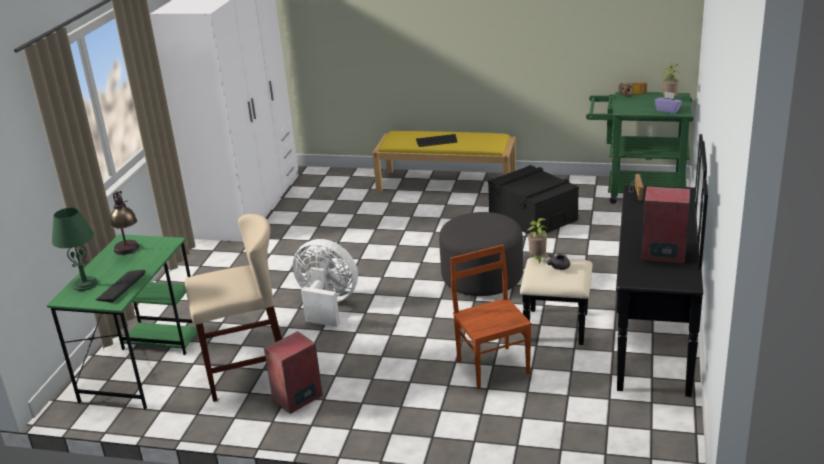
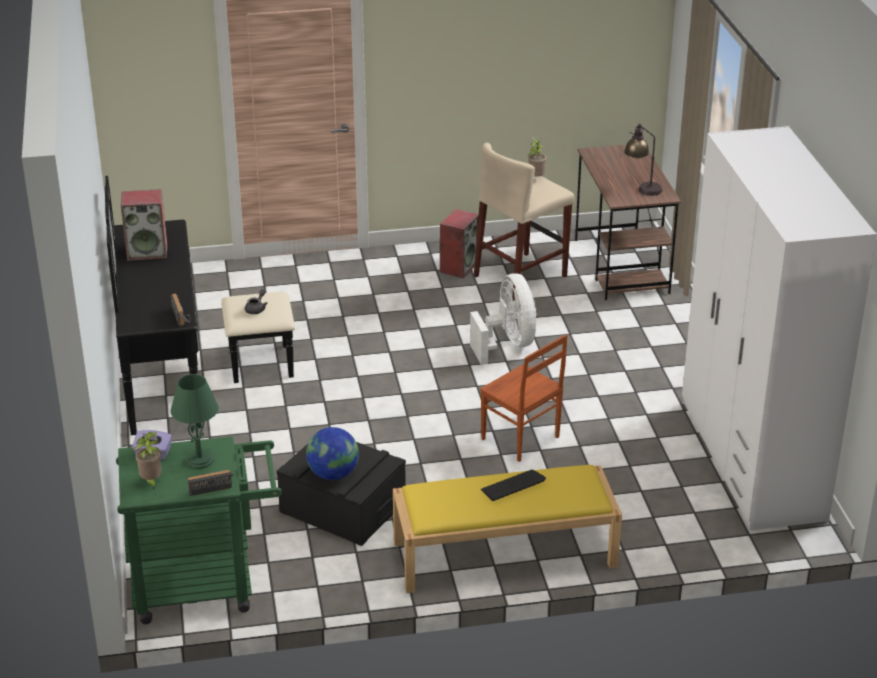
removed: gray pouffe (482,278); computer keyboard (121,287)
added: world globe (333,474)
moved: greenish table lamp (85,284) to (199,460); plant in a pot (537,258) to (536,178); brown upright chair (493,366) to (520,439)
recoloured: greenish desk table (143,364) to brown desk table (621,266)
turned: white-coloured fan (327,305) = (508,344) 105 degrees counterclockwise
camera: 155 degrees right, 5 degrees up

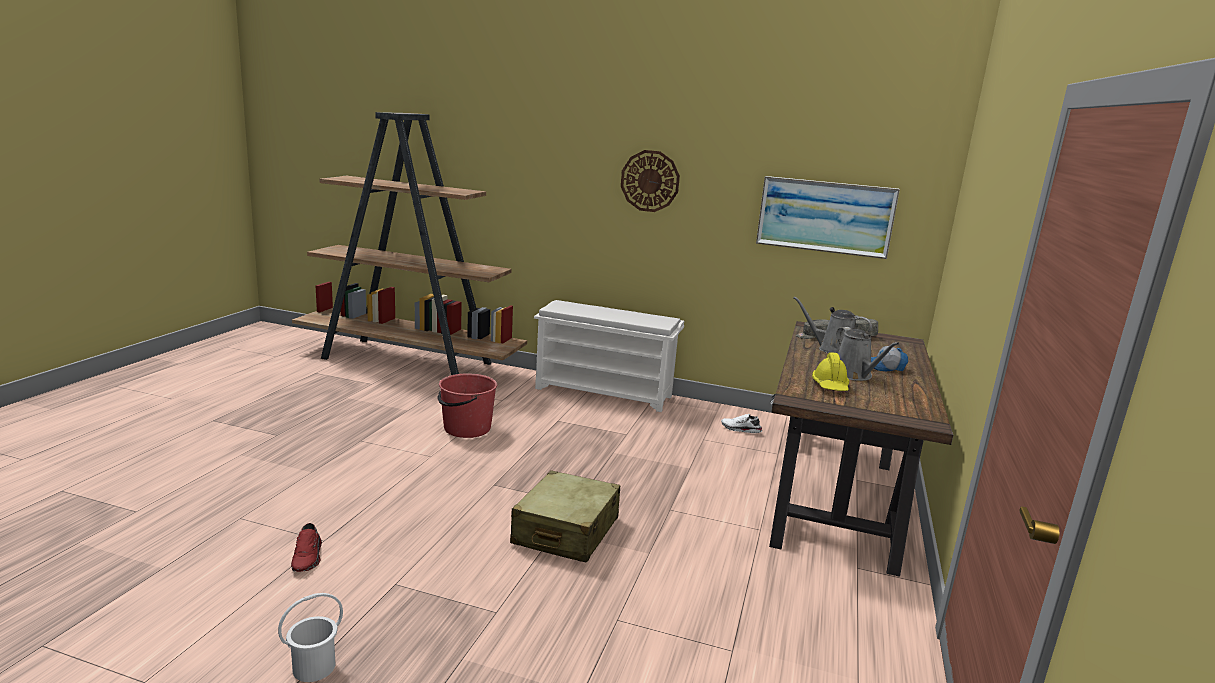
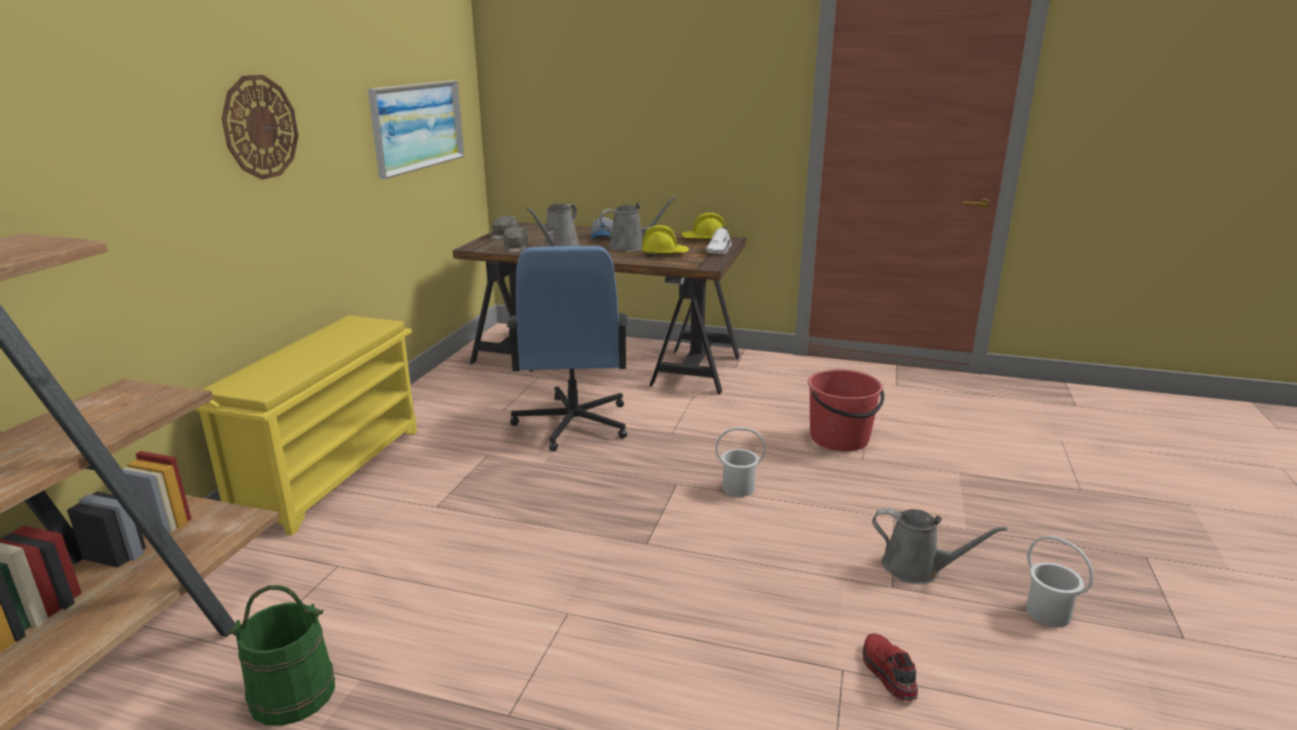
added: yellow safety helmet (704,240); blue computer chair (572,424); gray watering can (917,568); greenish pail (293,693)
moved: red pail (466,428) to (840,438); white-coloured item of footwear (740,430) to (719,250)
replaced: beige piece of luggage (565,531) to white-coloured pail (738,488)
recoloured: white-coloured shoe rack (605,392) to yellow shoe rack (331,471)
turned: red item of footwear (308,557) = (887,673) 90 degrees counterclockwise
camera: 90 degrees left, 5 degrees up

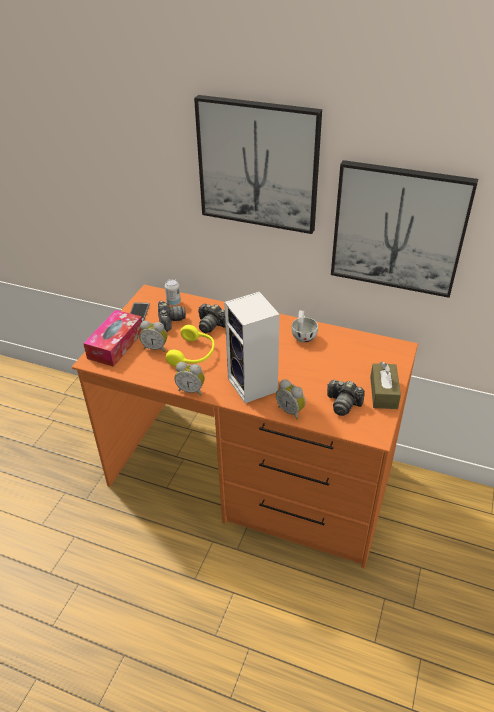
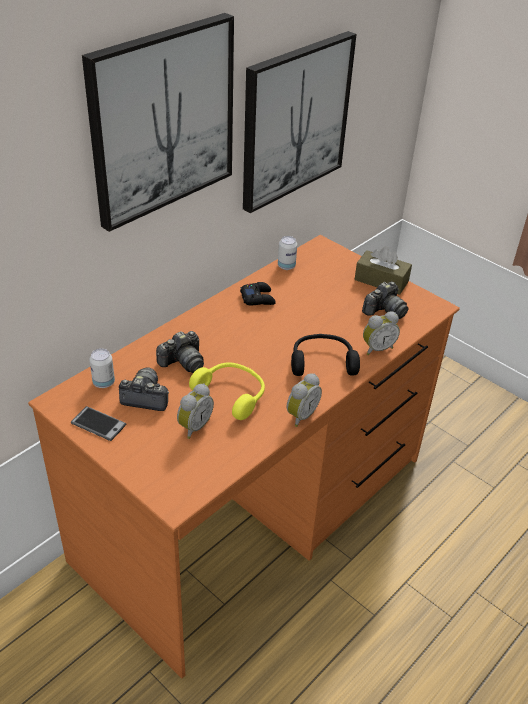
removed: tissue box (116,345)
added: sealed can (286,266)
replaced: speaker (254,386) to black-coloured headset (322,362); white-coloured cup (303,335) to black-coloured joypad (258,298)
camera: 70 degrees left, 0 degrees up

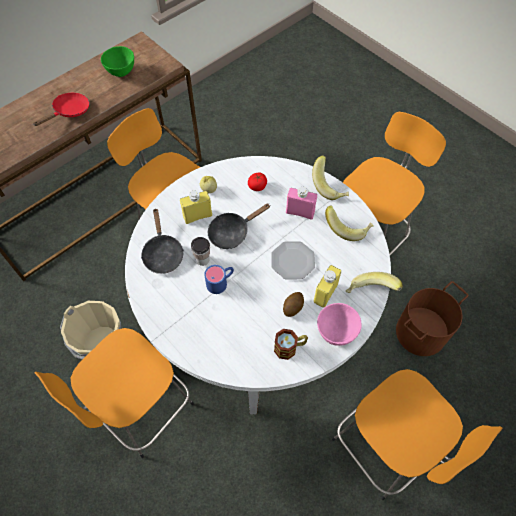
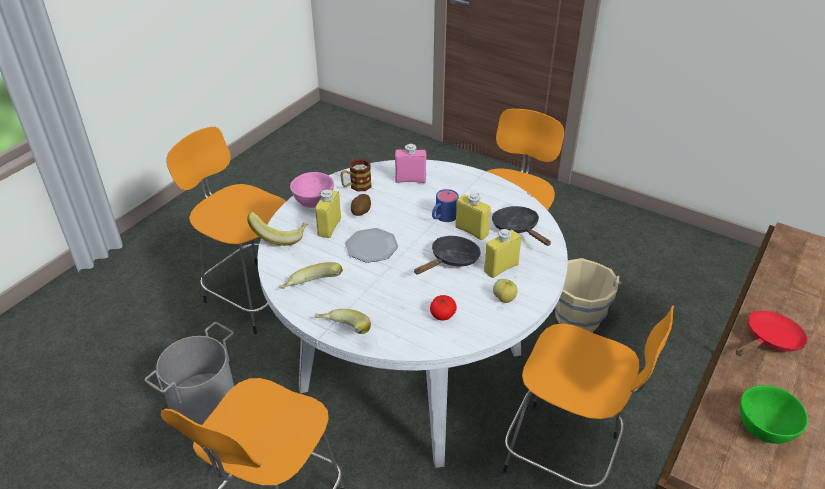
moved: pink-coloured bottle (300,212) to (410,180)
replaced: cup (203,260) to yellow bottle (471,231)
recoloured: brown pail (420,332) to gray pail (204,404)
turned: red frying pan (69,112) = (769,340) 150 degrees counterclockwise
camera: 165 degrees right, 20 degrees down

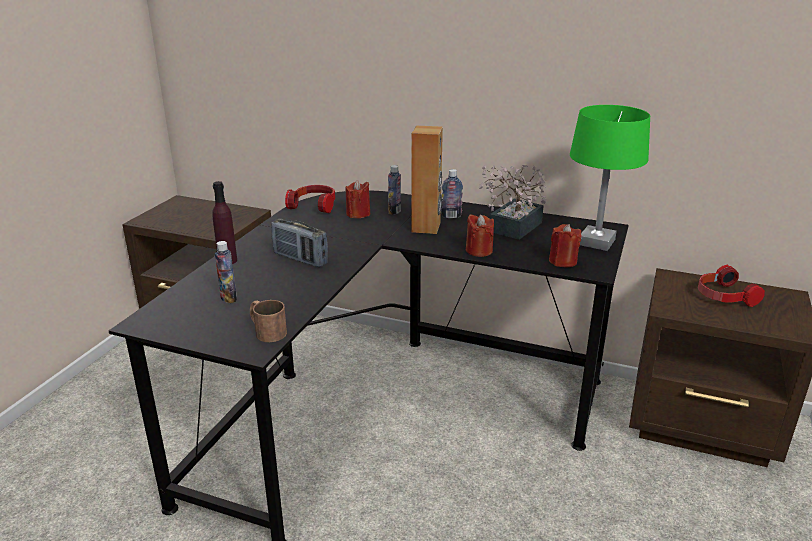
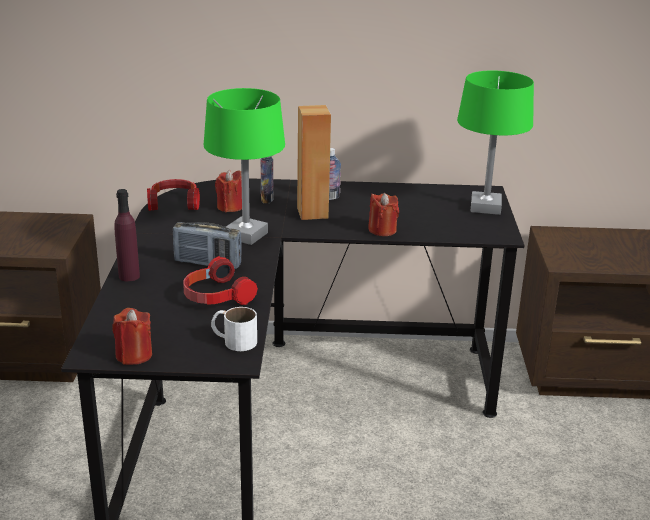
removed: plant in a pot (511,229); bottle (228,298)
added: greenish table lamp (245,235)
moved: red wax candle (563,261) to (134,355); headset (723,296) to (215,296)
recoloured: brown tea mug (266,331) to white-coloured tea mug (233,340)
camera: 20 degrees left, 0 degrees up

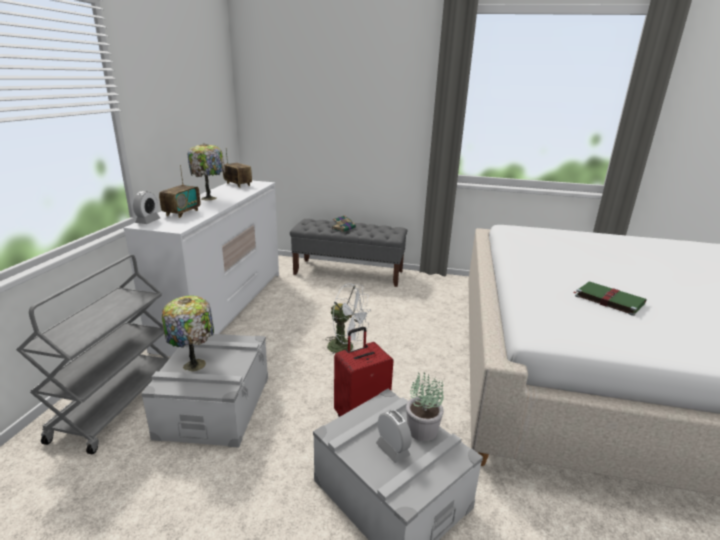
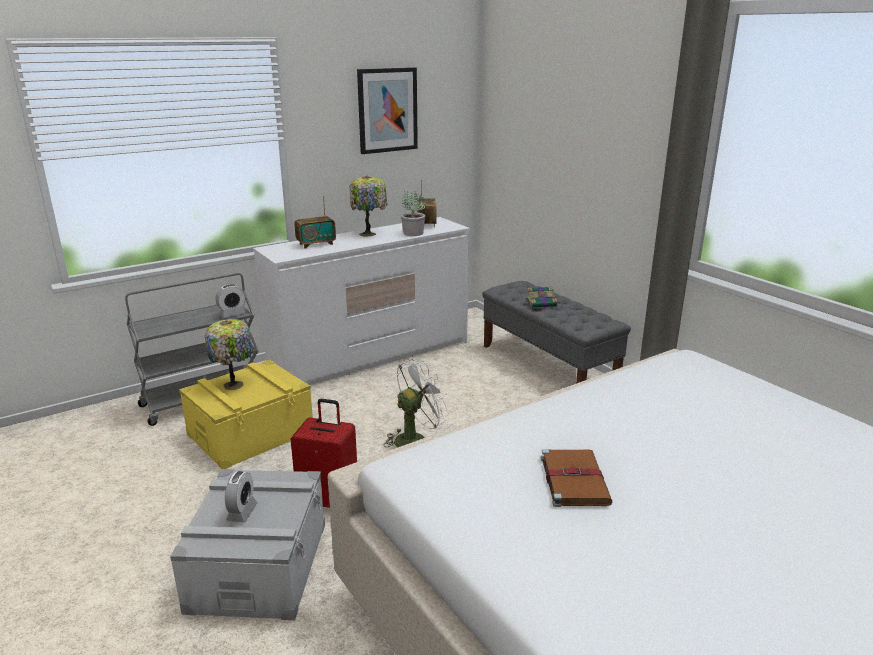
added: picture (387,110)
moved: alarm clock (148,221) to (232,314); plant in a pot (422,430) to (412,233)
recoloured: greenish volume (608,299) to brown volume (573,479); gray storage container (215,406) to yellow storage container (250,433)
turned: white-coloured fan (346,348) = (415,439) 105 degrees counterclockwise
camera: 45 degrees right, 0 degrees up

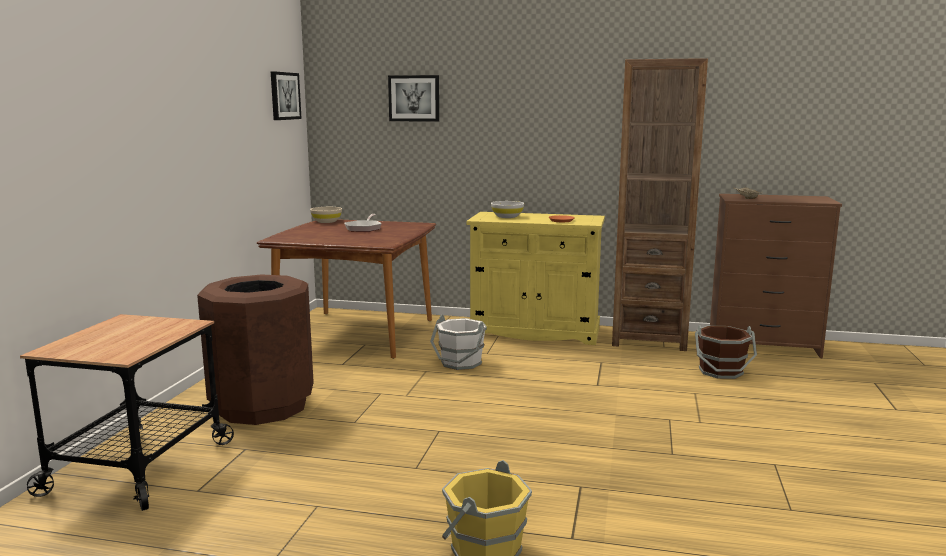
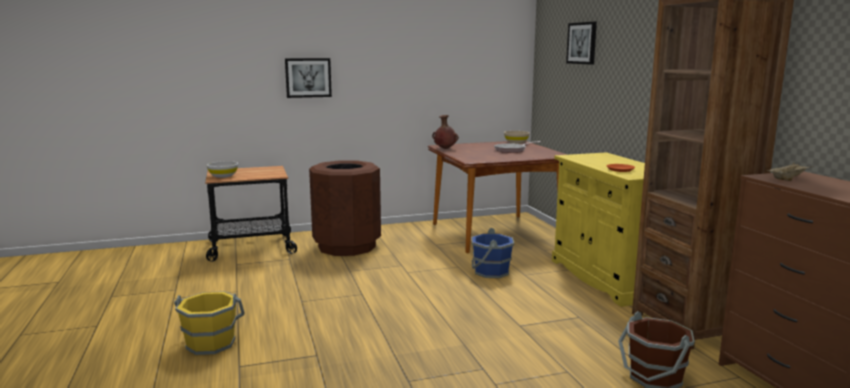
added: brown flower vase (444,149)
moved: picture (284,96) to (308,77); white-coloured serving bowl (507,217) to (223,176)
recoloured: white-coloured pail (460,363) to blue pail (490,272)
camera: 60 degrees right, 0 degrees up

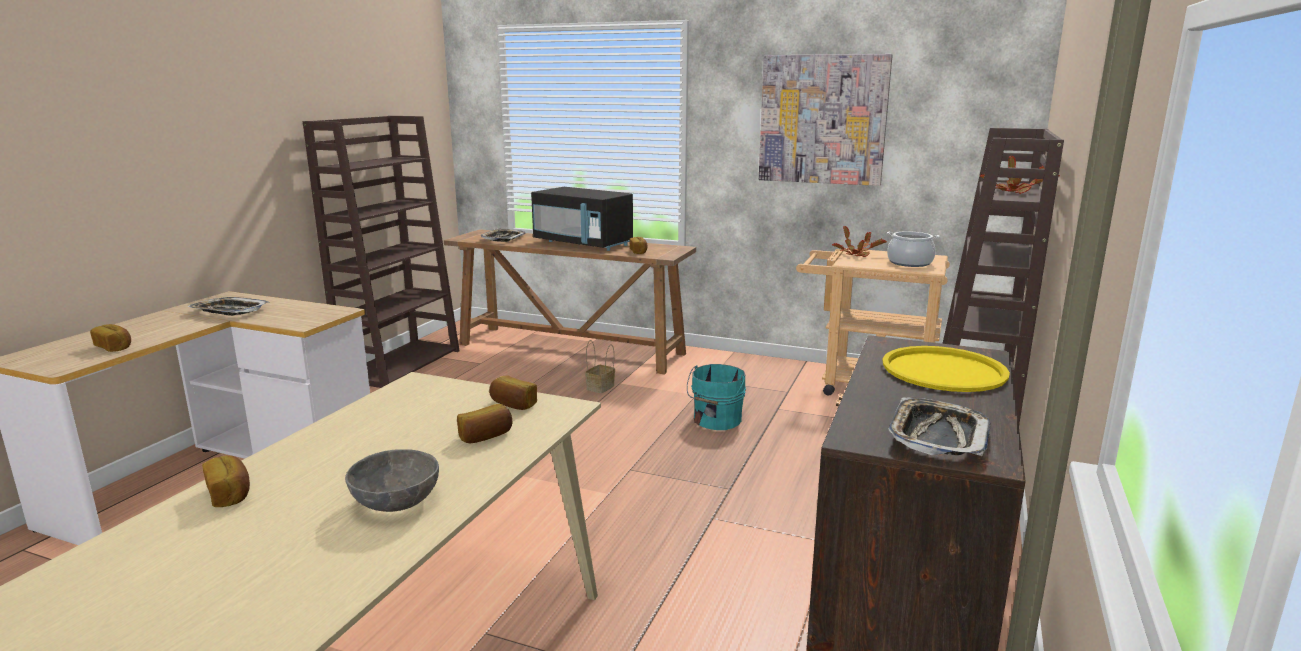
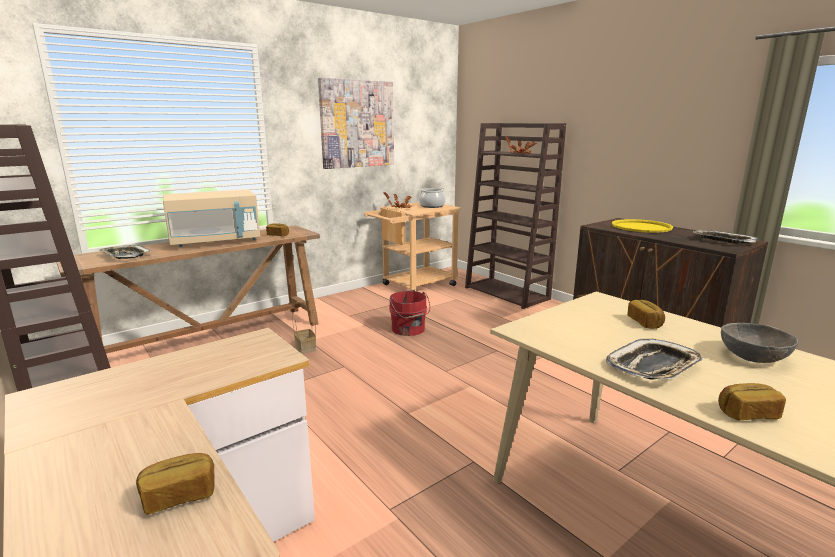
removed: bread (512,404)
moved: tray (229,311) to (653,366)
recoloured: black-coloured kitchen microwave (583,244) to beige kitchen microwave (216,241); turquoise pail (716,420) to red pail (408,330)
camera: 60 degrees left, 0 degrees up

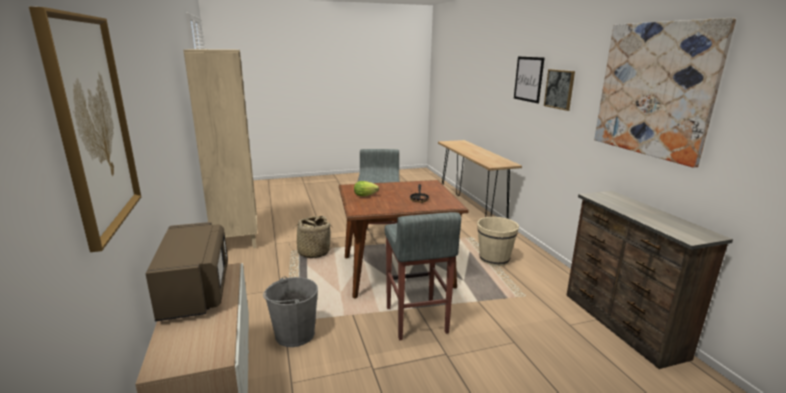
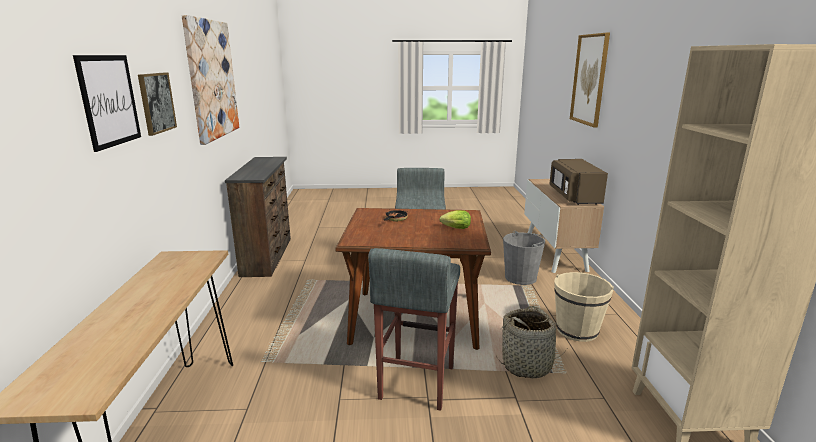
moved: beige pail (494,259) to (577,330)
camera: 165 degrees left, 0 degrees up

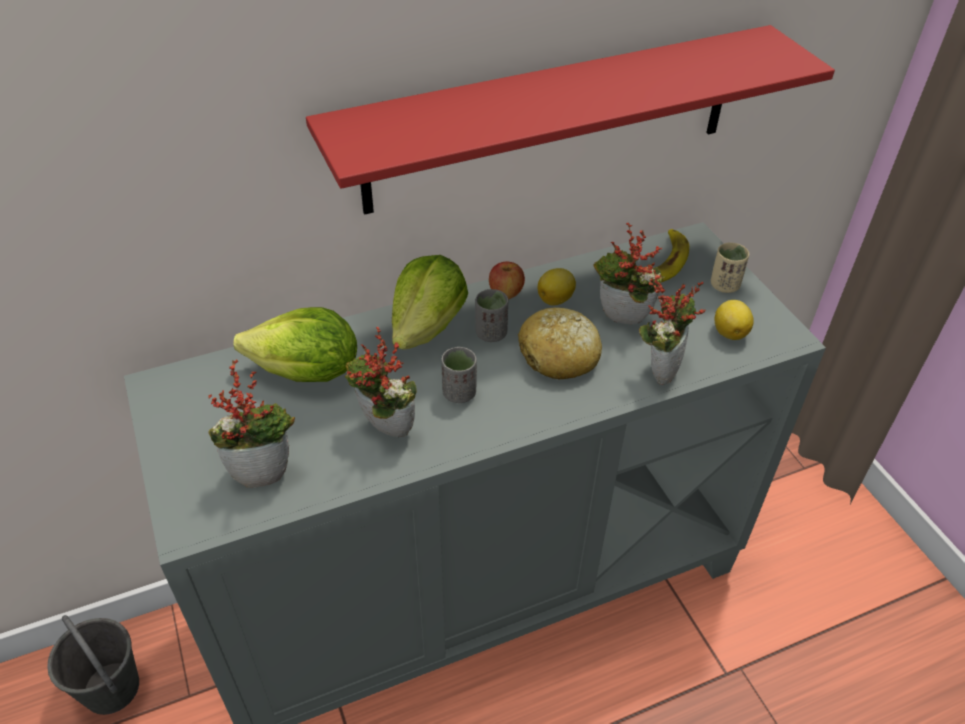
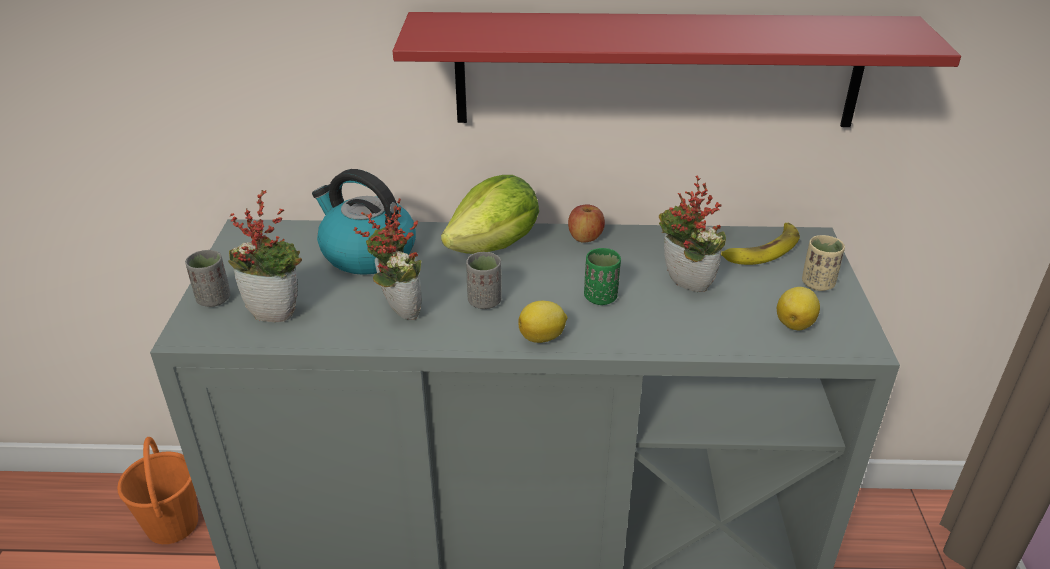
removed: plant in a pot (660,368)
moved: whole lemon (556,299) to (543,337); gray cup (491,333) to (213,299)
replaced: head of lettuce (307,373) to tea kettle (367,253); bread (559,355) to greenish cup (600,297)
recoloured: gray pail (111,687) to orange-coloured pail (172,523)
camera: 25 degrees right, 10 degrees down

